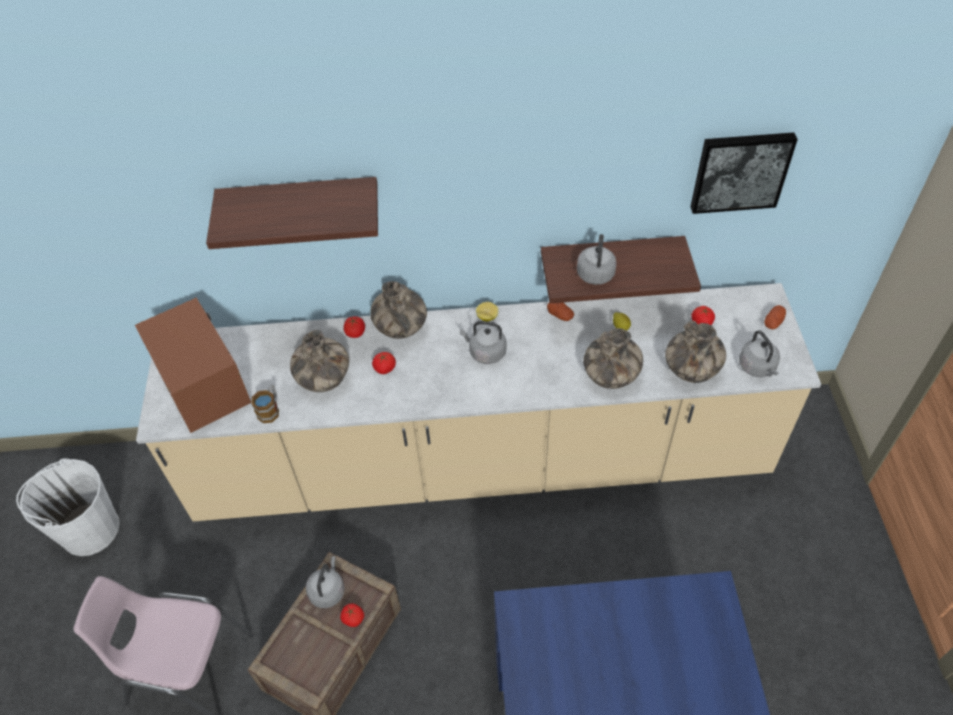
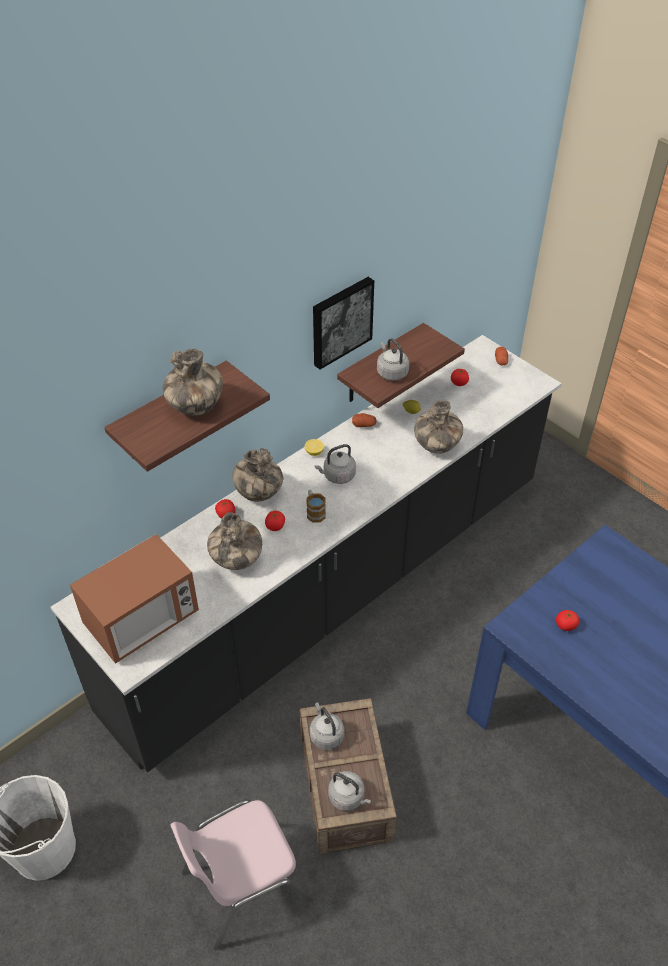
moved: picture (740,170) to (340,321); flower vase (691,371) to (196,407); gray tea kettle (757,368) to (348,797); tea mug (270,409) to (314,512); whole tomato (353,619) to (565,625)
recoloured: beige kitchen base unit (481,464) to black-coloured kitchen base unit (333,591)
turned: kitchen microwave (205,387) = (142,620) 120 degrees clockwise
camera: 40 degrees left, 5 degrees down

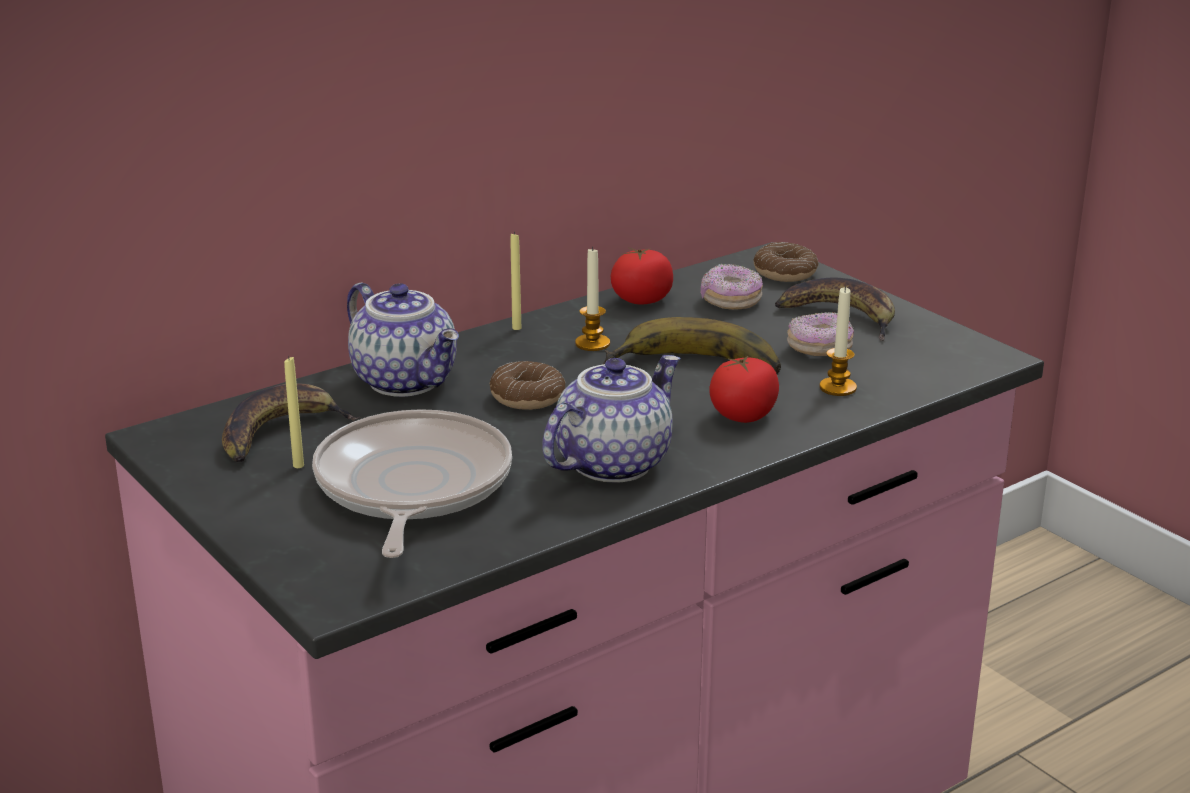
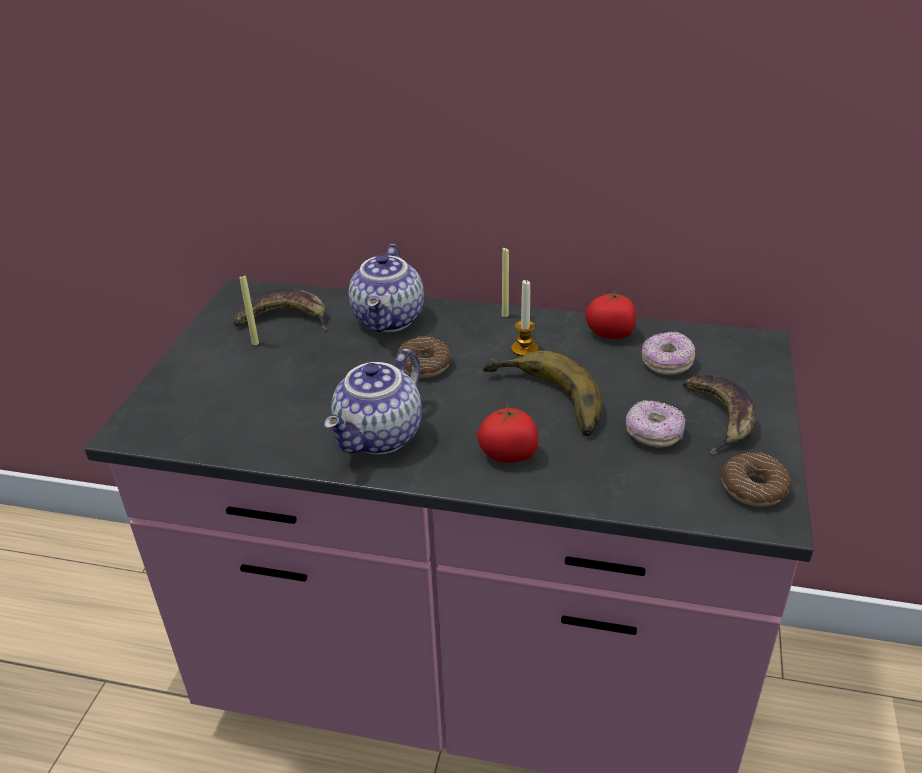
removed: wax candle (838,388); frying pan (411,488)
moved: donut (785,273) to (753,488)
turned: pot for tea (611,463) = (380,437) 120 degrees clockwise
camera: 50 degrees right, 10 degrees up

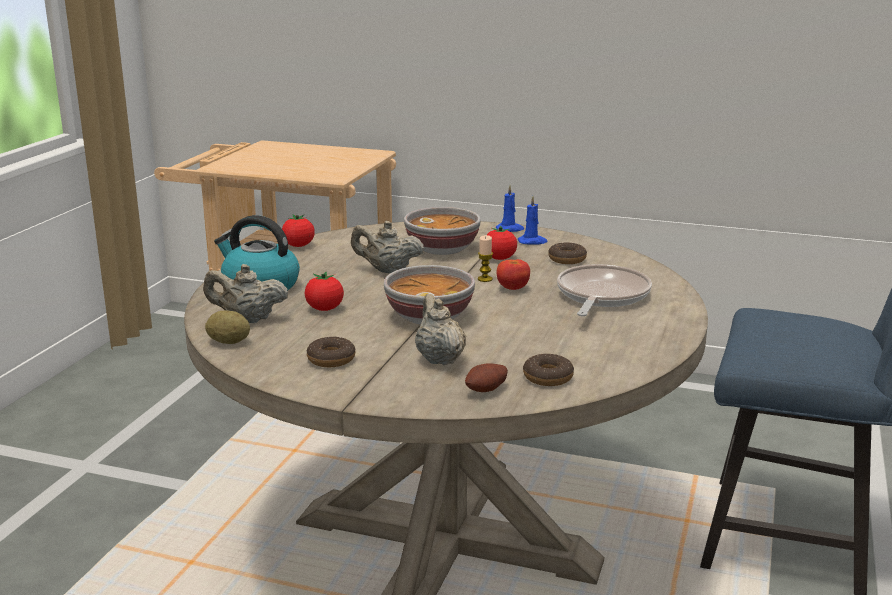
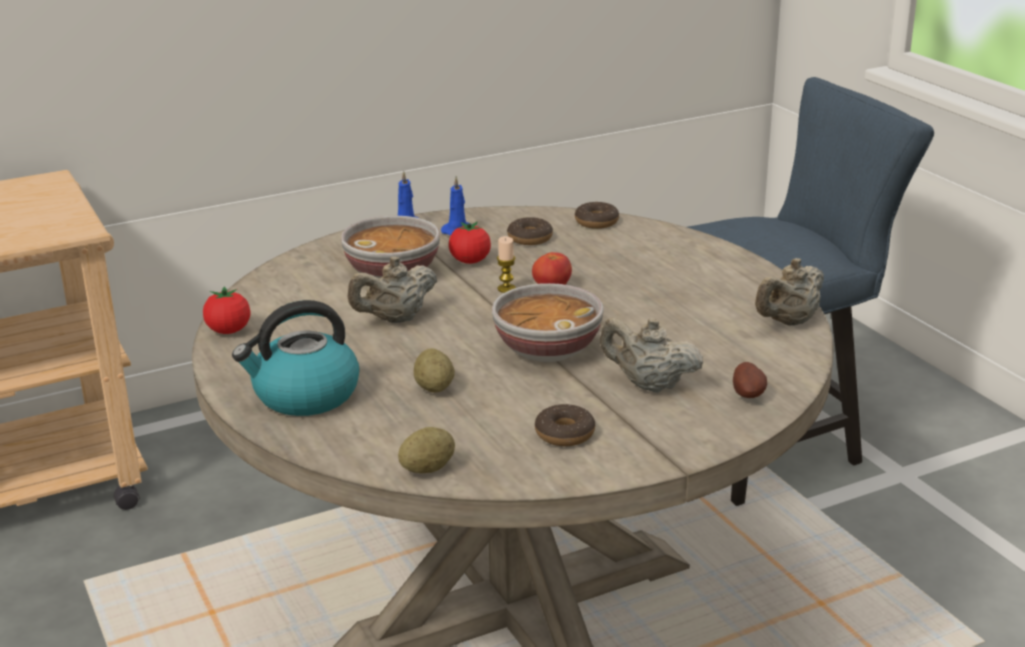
removed: frying pan (601,296)
moved: beige pot for tea (247,319) to (788,322); donut (548,377) to (596,222)
replaced: whole tomato (324,309) to potato (434,388)
camera: 45 degrees left, 5 degrees up

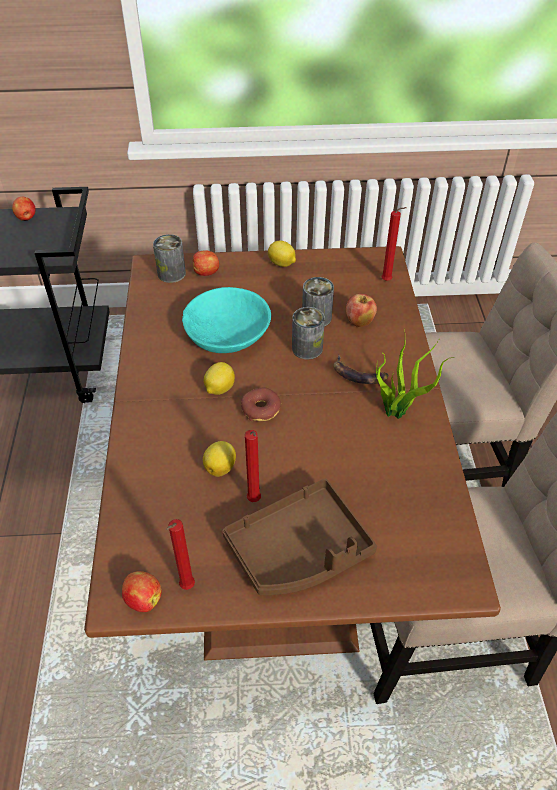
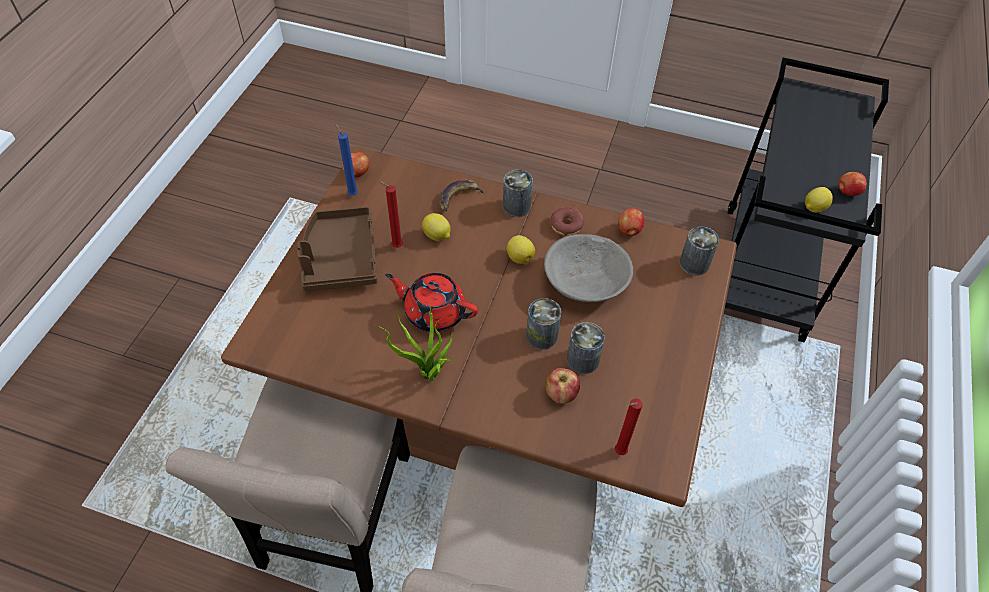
added: sealed can (516,206); red pot for tea (434,312)
moved: whole lemon (282,264) to (813,208); apple fruit (206,272) to (629,231); banana fruit (358,375) to (458,198); donut (261,409) to (566,225)
recoloured: turquoise serving bowl (227,335) to gray serving bowl (585,281); red wax candle (186,587) to blue wax candle (352,193)
camera: 110 degrees right, 5 degrees up

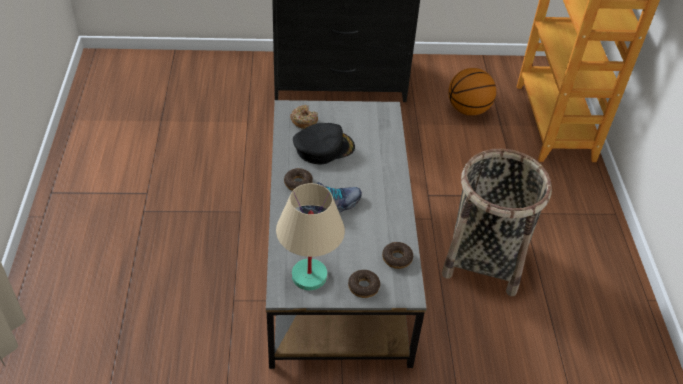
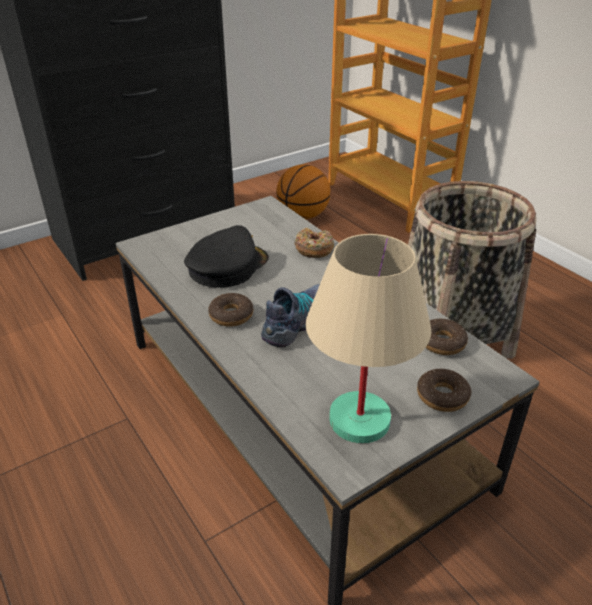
moved: donut (304,120) to (313,249)
camera: 30 degrees left, 10 degrees down

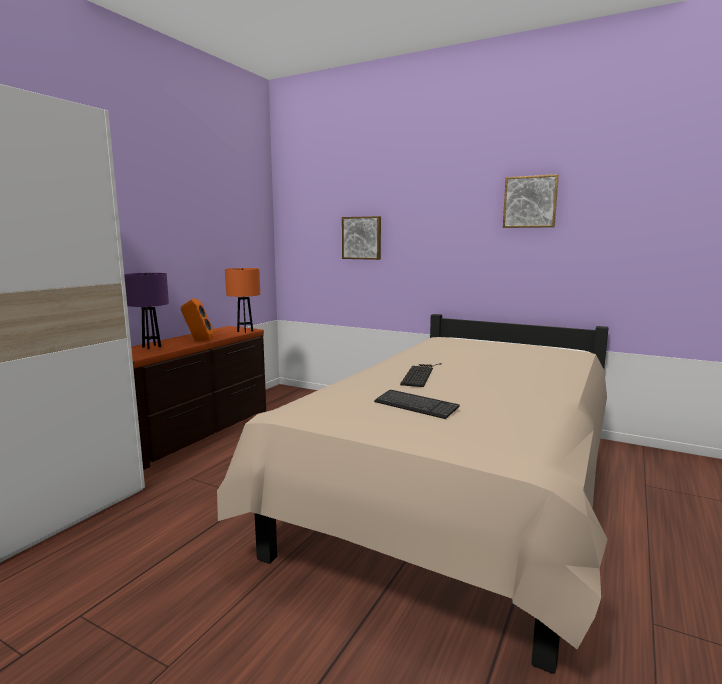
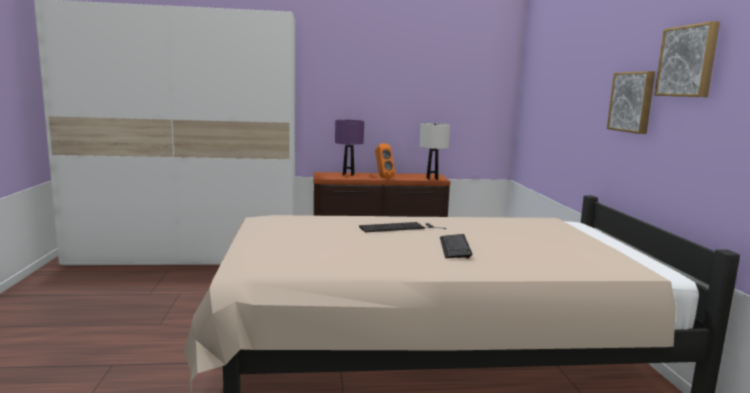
moved: picture (362,238) to (632,102); computer keyboard (415,406) to (455,247)
recoloured: orange-coloured table lamp (245,331) to white-coloured table lamp (432,179)
camera: 55 degrees right, 0 degrees up

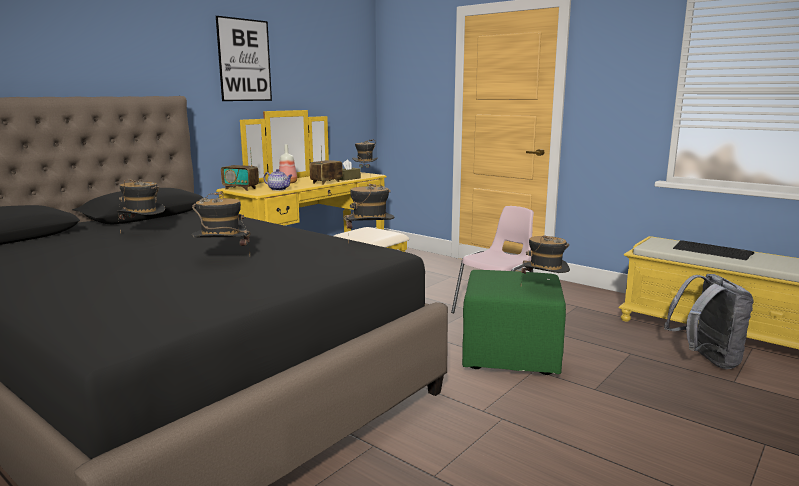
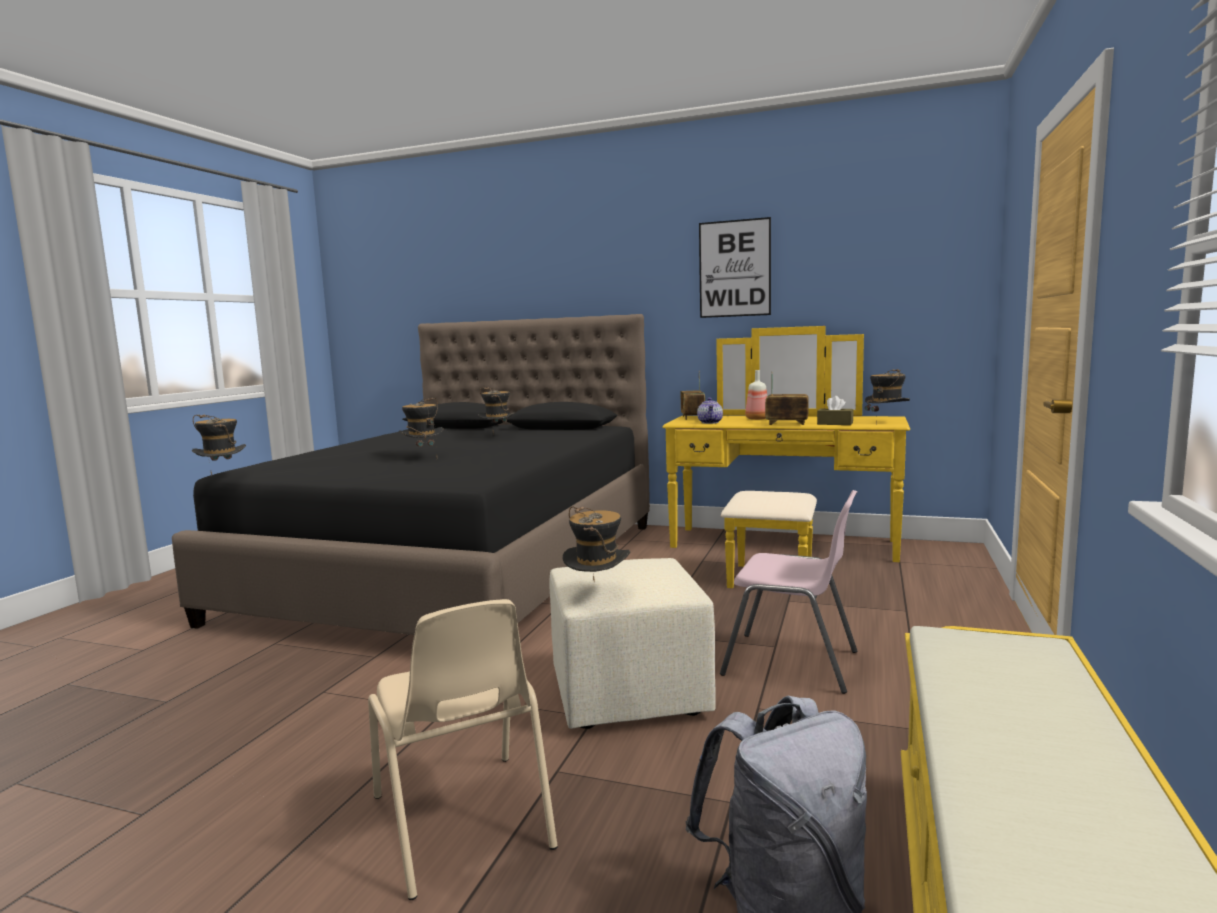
removed: computer keyboard (712,251)
added: beige upright chair (462,823)
moved: hat (370,240) to (223,478)
recoloured: greenish pouffe (511,355) to beige pouffe (630,695)
camera: 70 degrees right, 5 degrees down

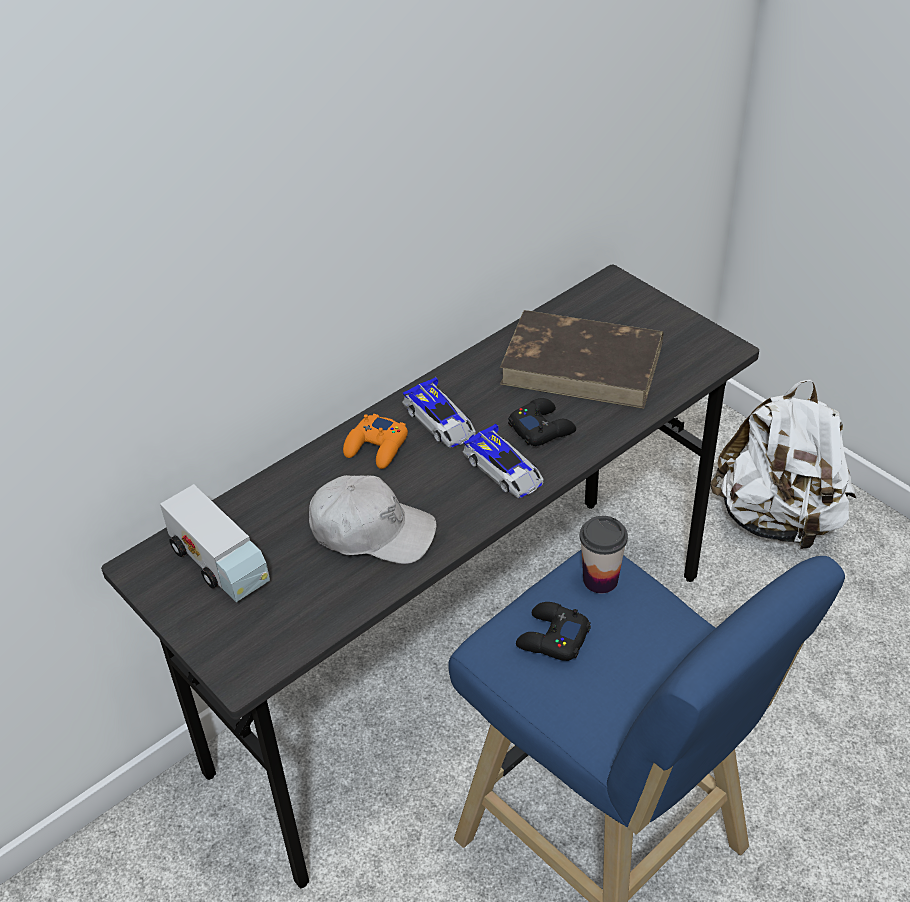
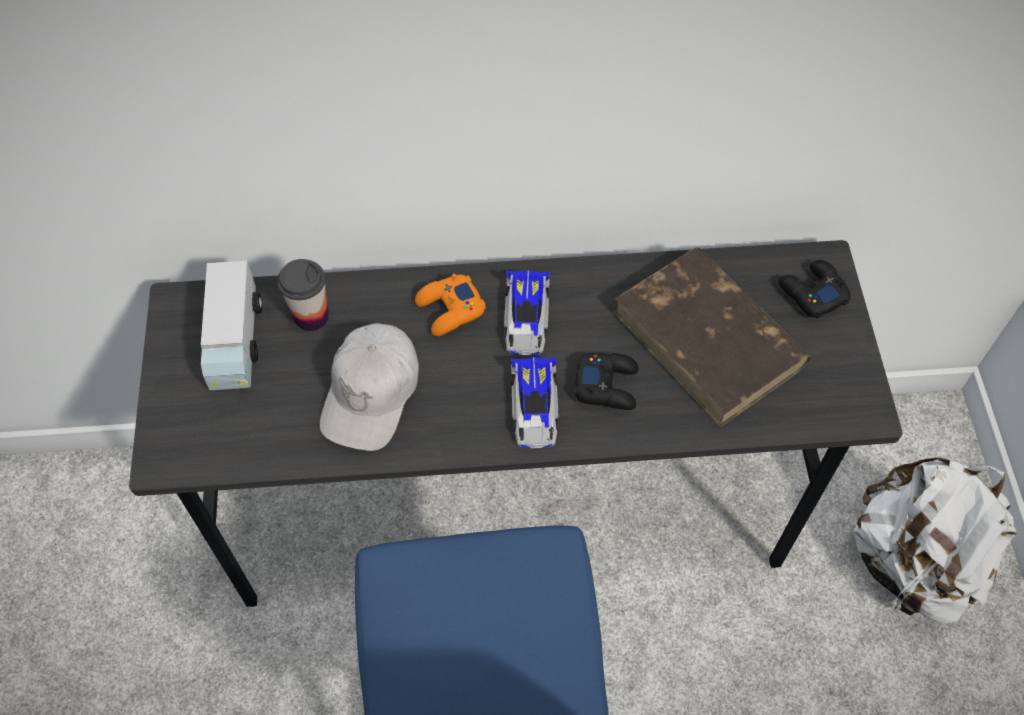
moved: cup (600,580) to (311,317); black-coloured joypad (552,638) to (812,293)
turned: white-coloured cap (372,531) = (372,394) 60 degrees clockwise
camera: 35 degrees right, 15 degrees up

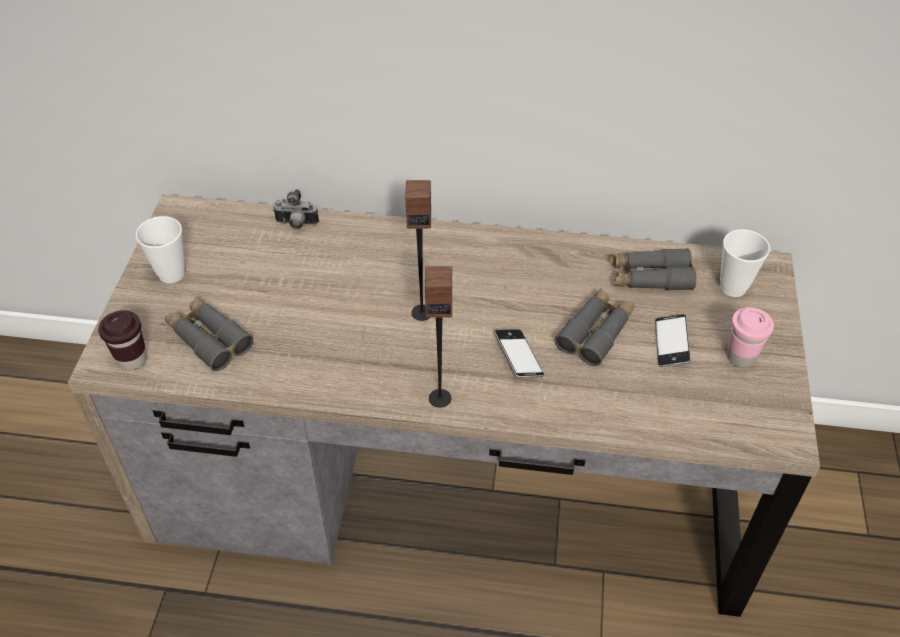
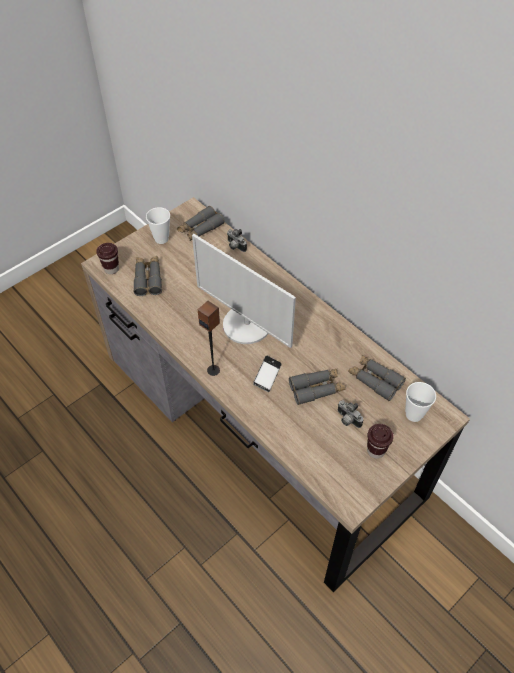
added: gray field glasses (200,228)
replaced: speaker (422,312) to computer display (247,325); handset (671,344) to photo camera (347,420)
recoloured: pink-coloured cup (741,356) to brown cup (375,450)
camera: 40 degrees right, 5 degrees up

